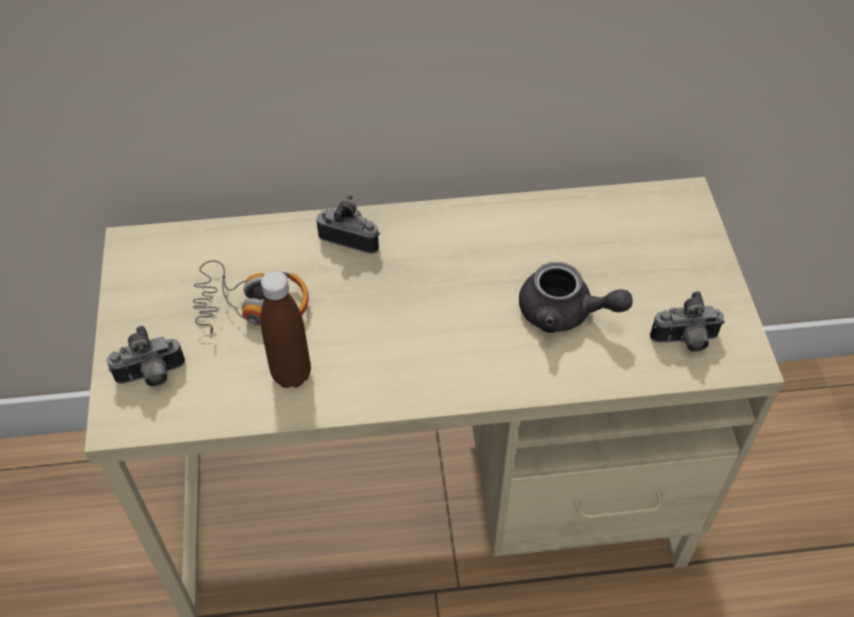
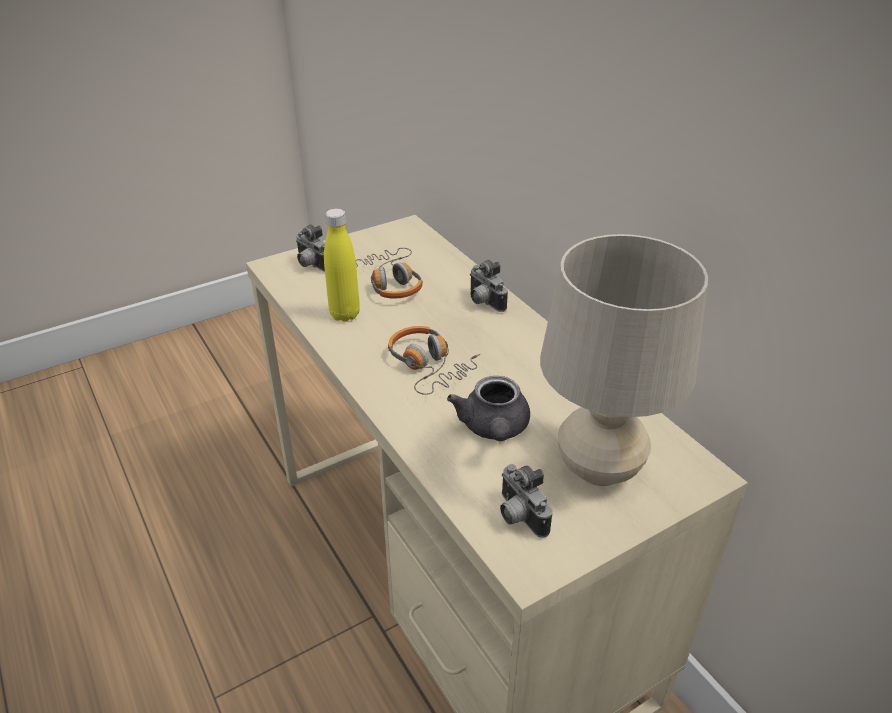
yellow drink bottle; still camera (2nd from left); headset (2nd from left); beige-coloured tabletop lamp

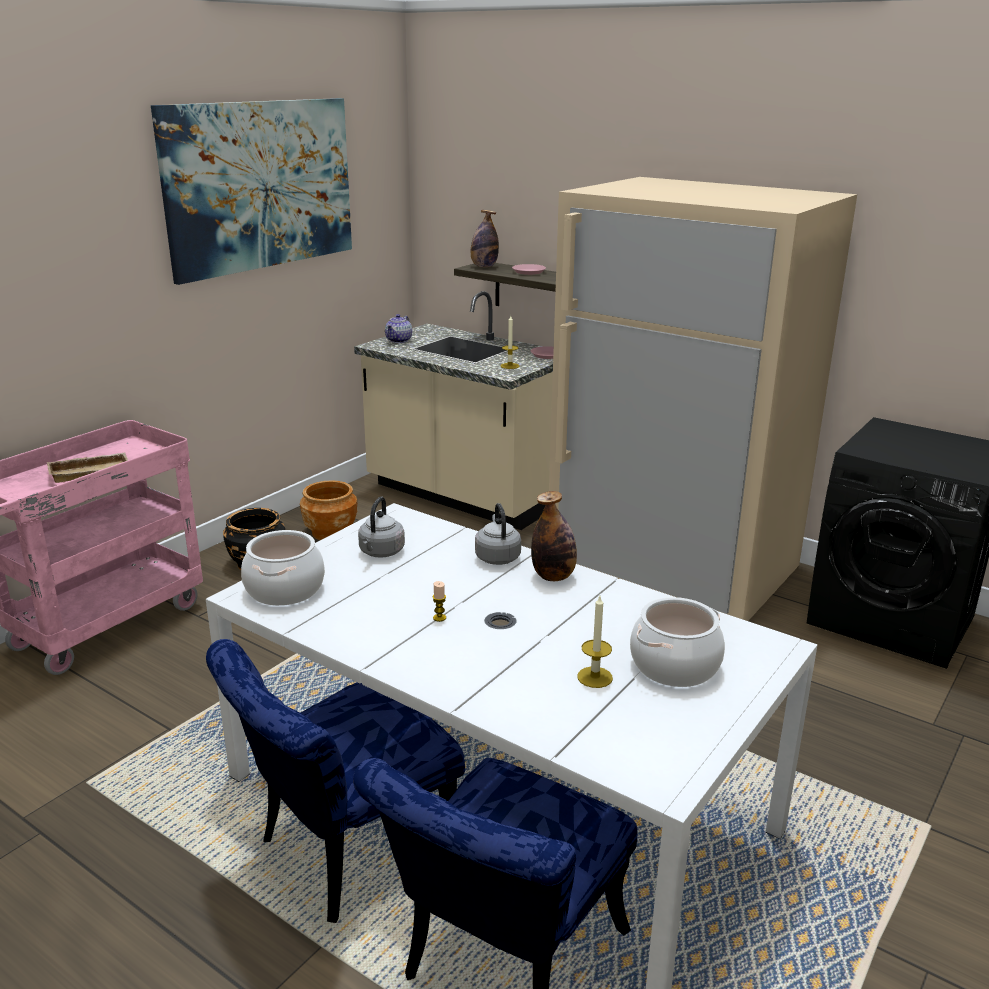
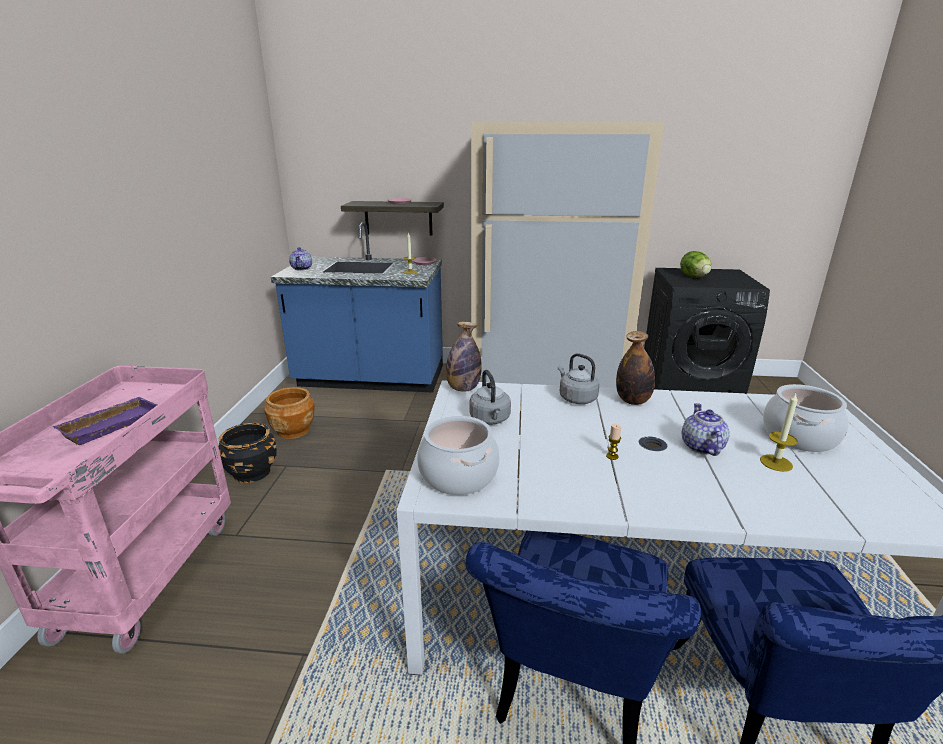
purplish tray; picture; blue kitchen counter; drink bottle (1st from left); head of lettuce; teapot (2nd from left)

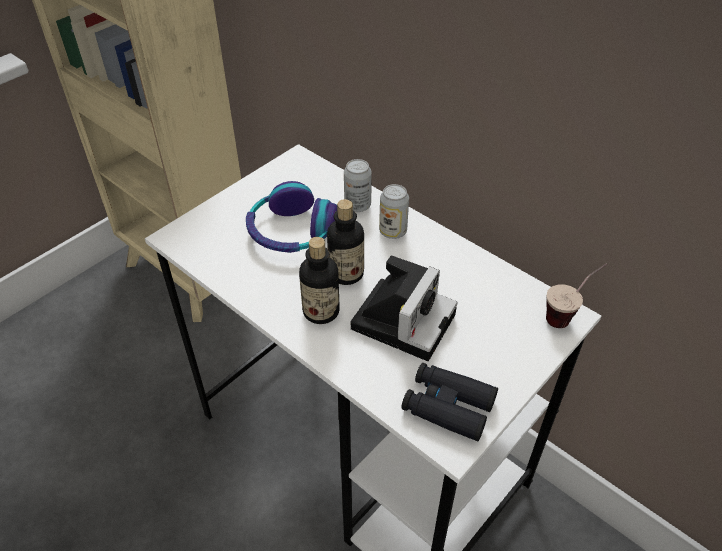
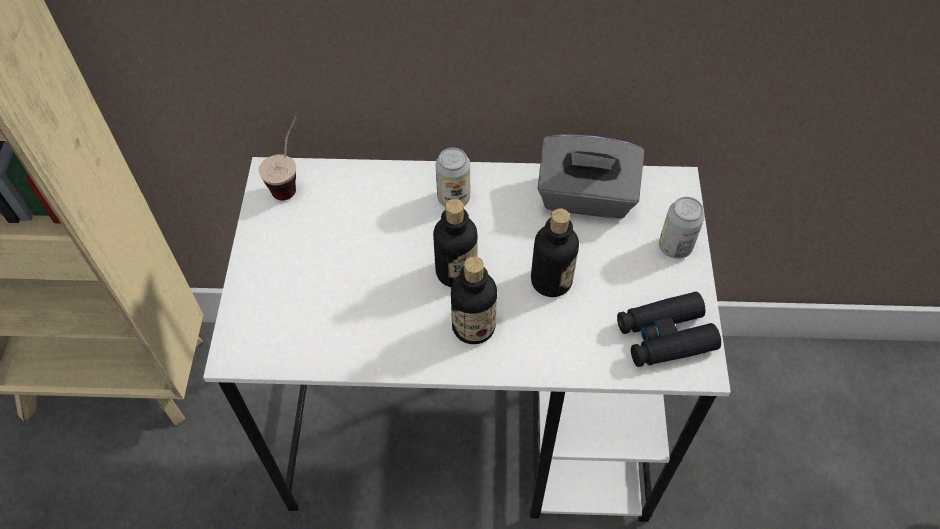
headset; can (2nd from left); drink bottle (3rd from left); small cup; grey tissue holder

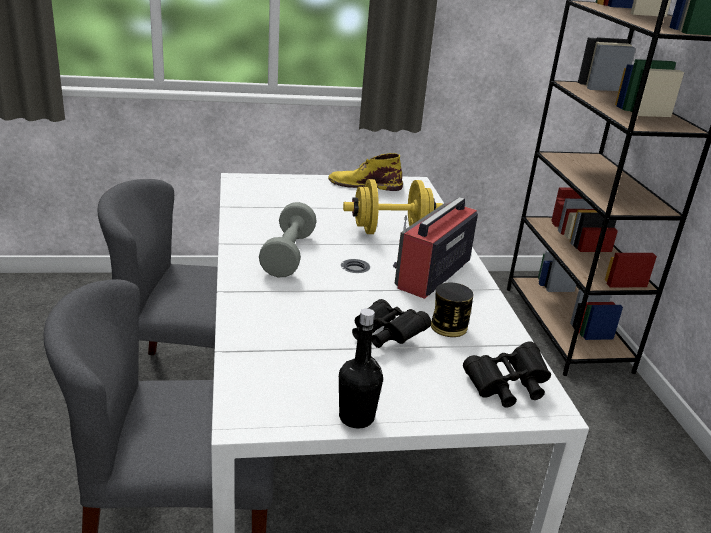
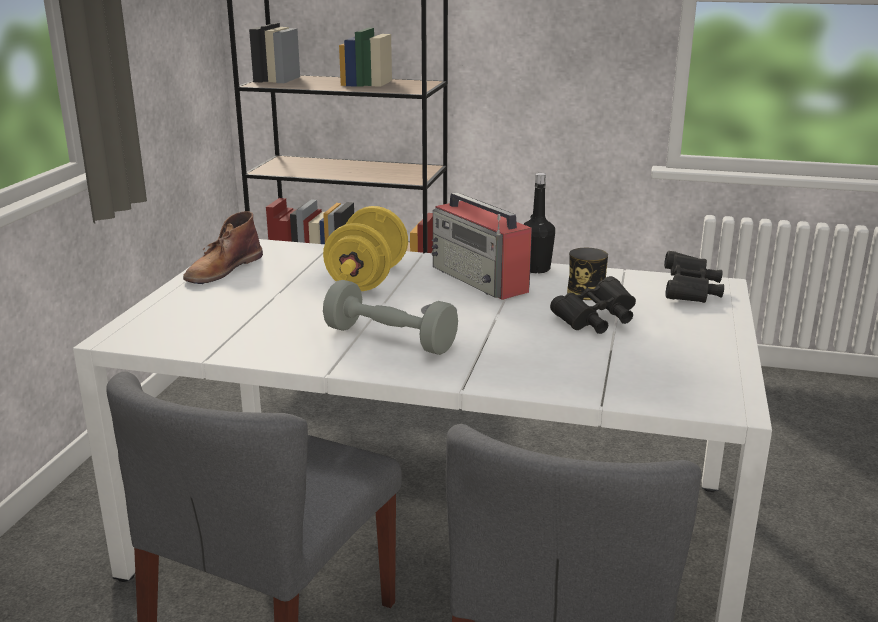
brownish boot; blackish drink bottle

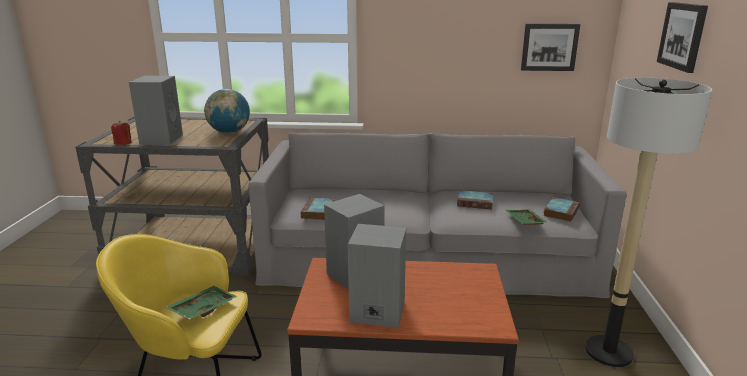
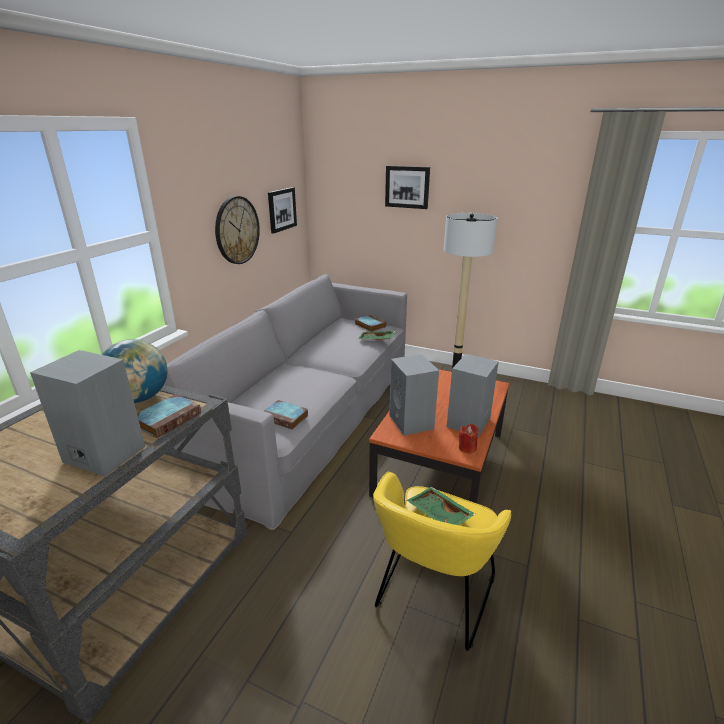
red wax candle; bound book (1st from left); hanging clock

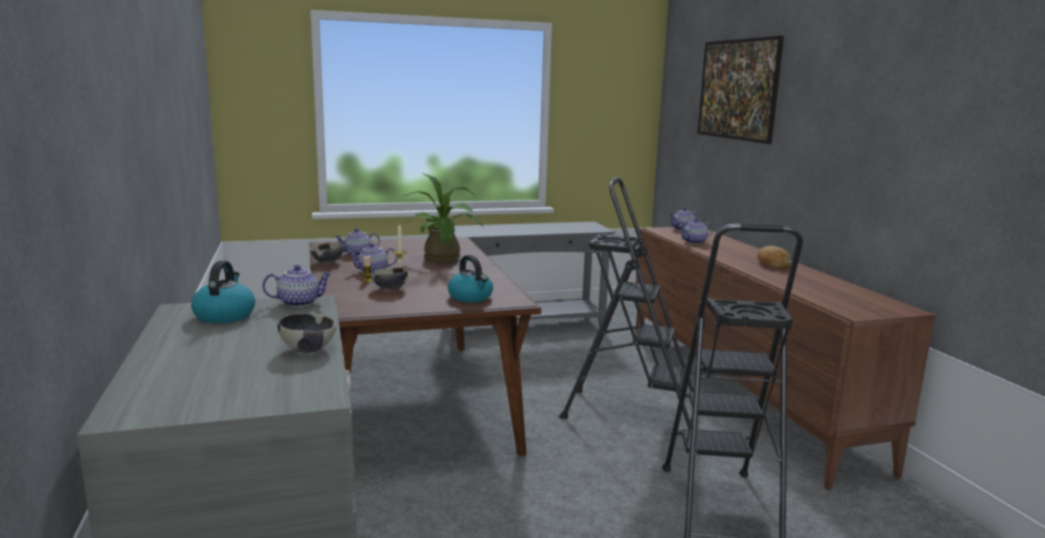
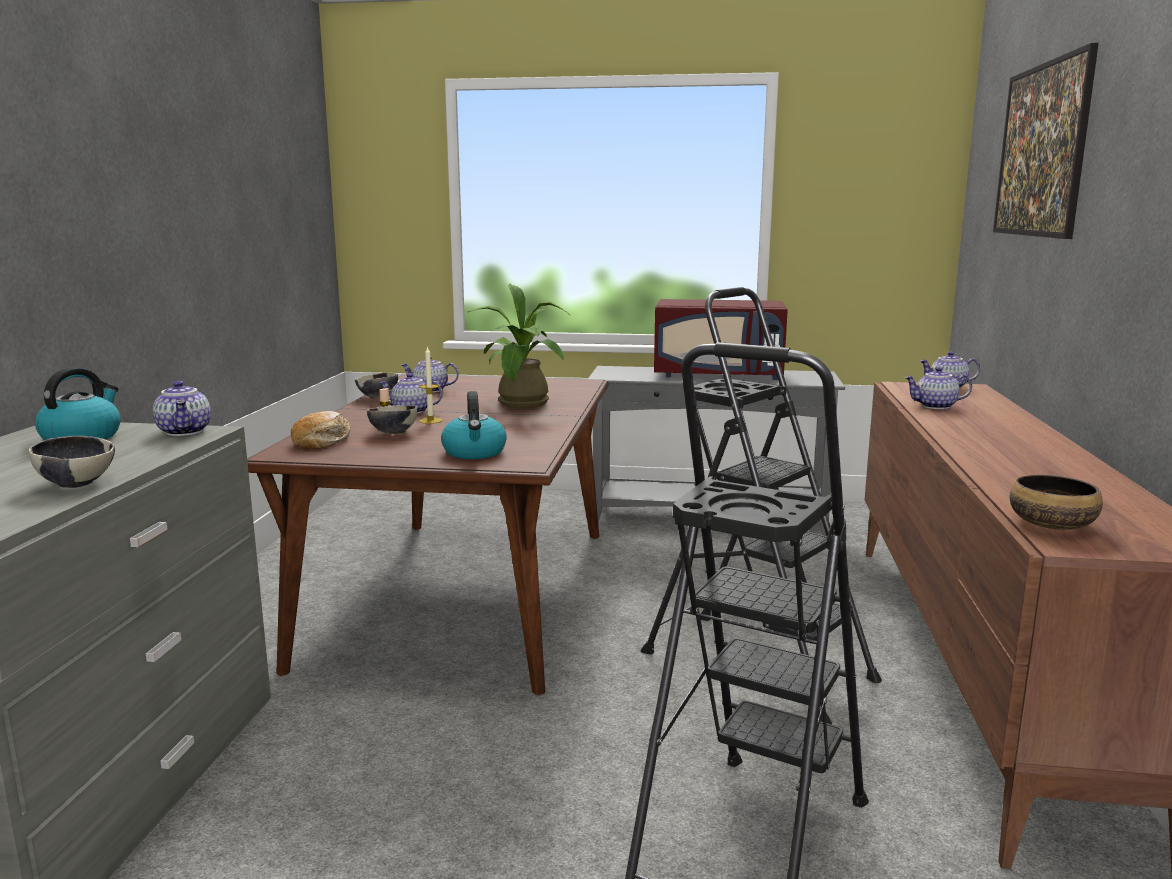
teapot (1st from left); baked bread; red kitchen microwave; serving bowl (4th from left)

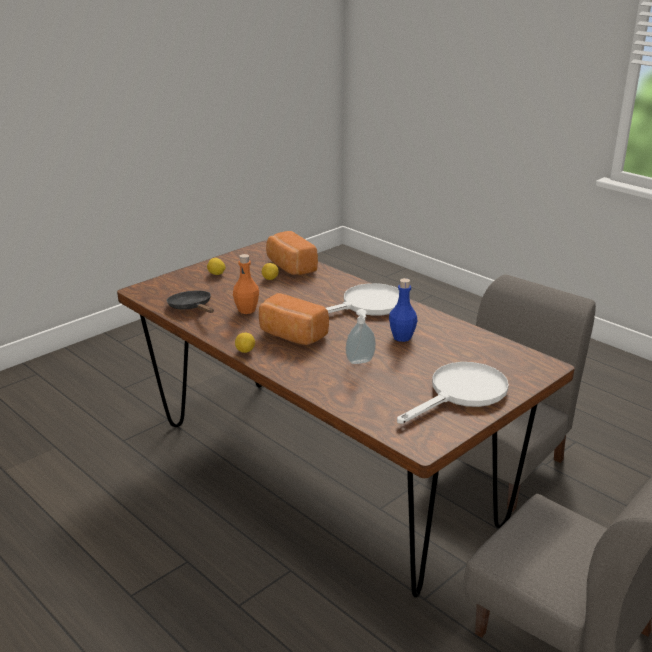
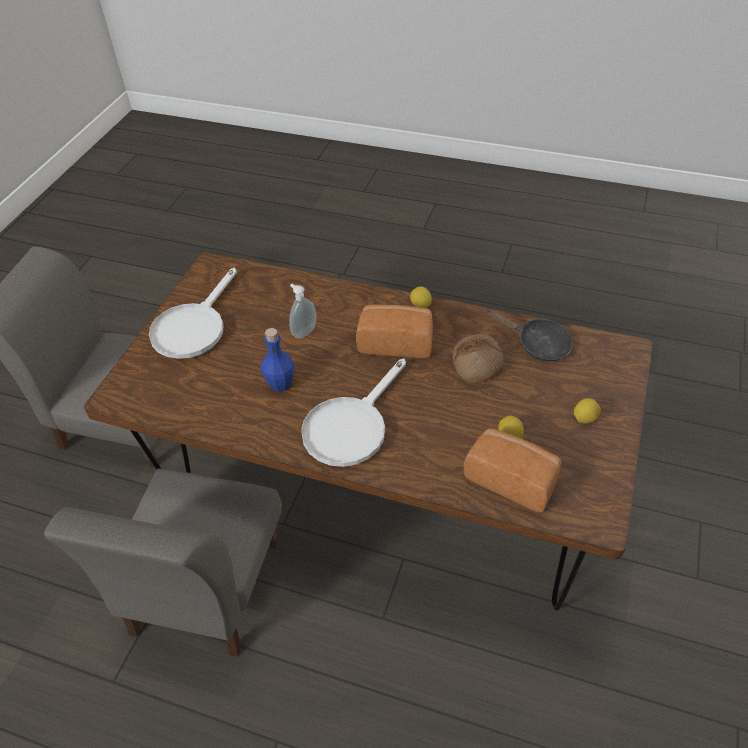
baked bread (2nd from left)

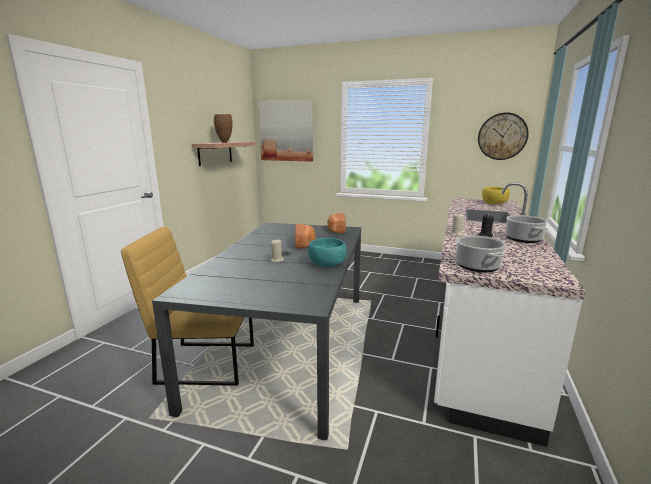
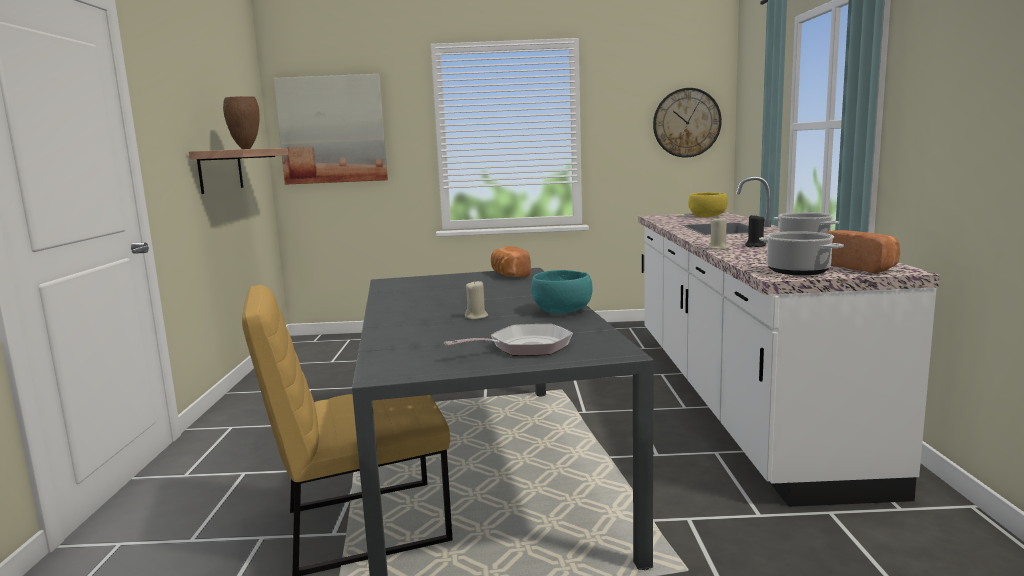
baked bread (2nd from left); pan

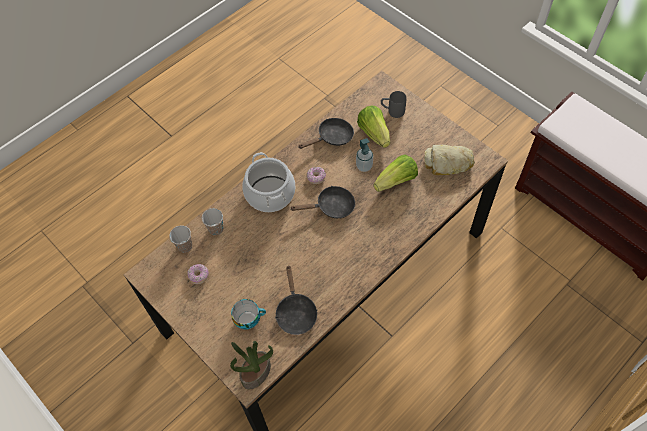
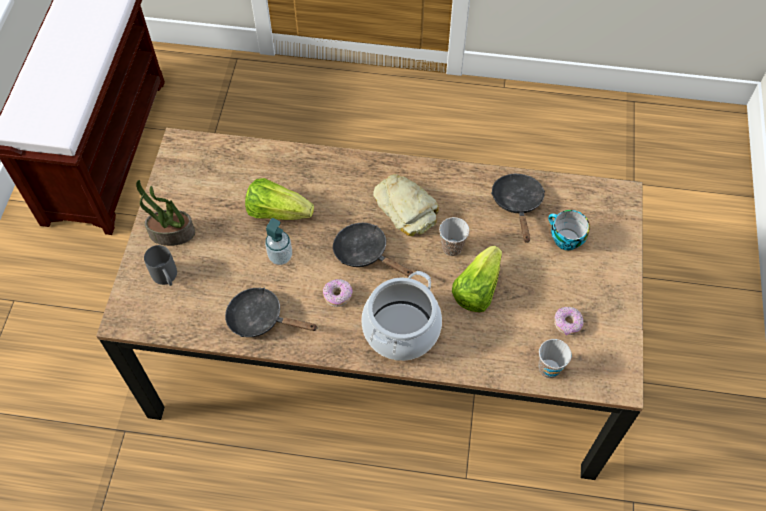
small cup (1st from left); houseplant; blackish pan (3rd from left); head of lettuce (2nd from left); baked bread

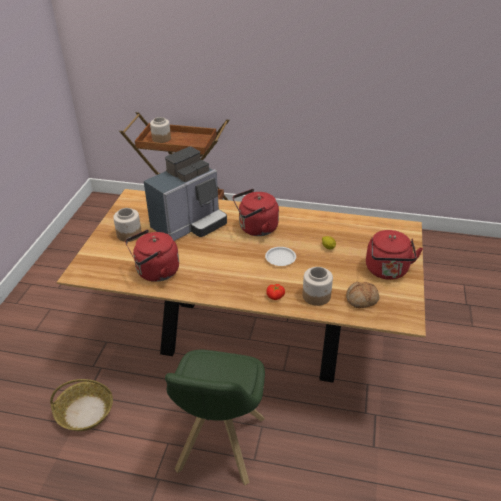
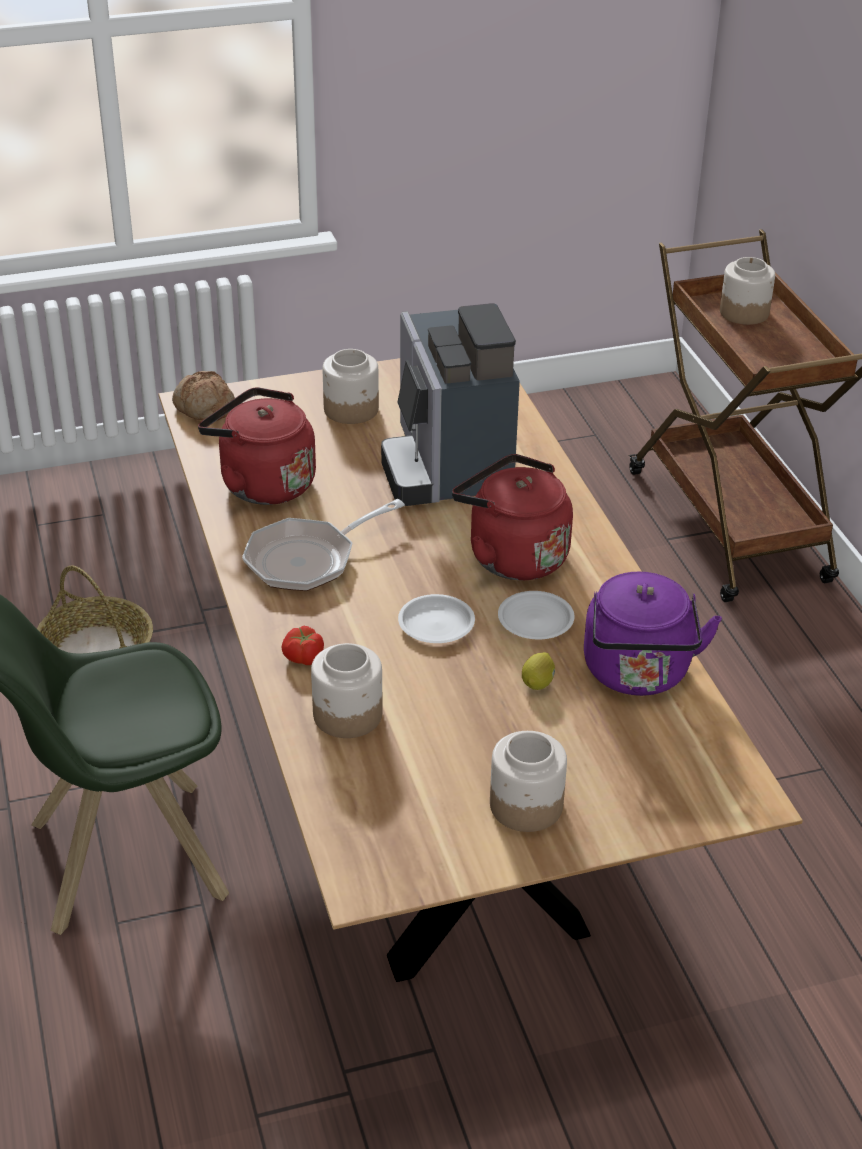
coffee brewer; baked bread; storage jar (3rd from left); pan; white-coloured dinner plate (2nd from left); purplish water kettle

